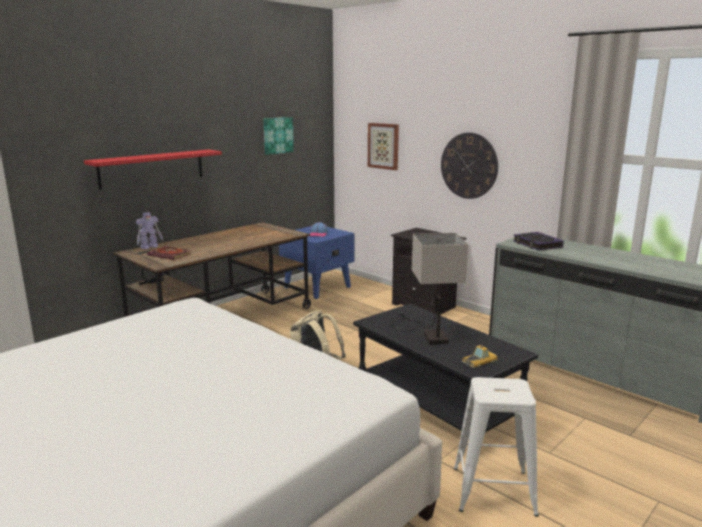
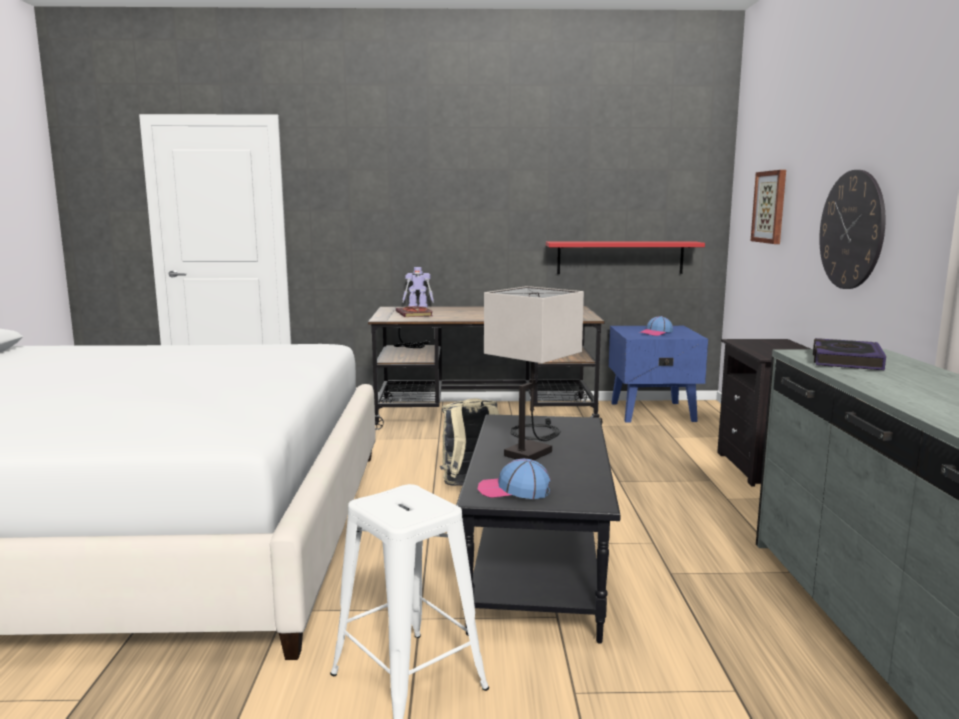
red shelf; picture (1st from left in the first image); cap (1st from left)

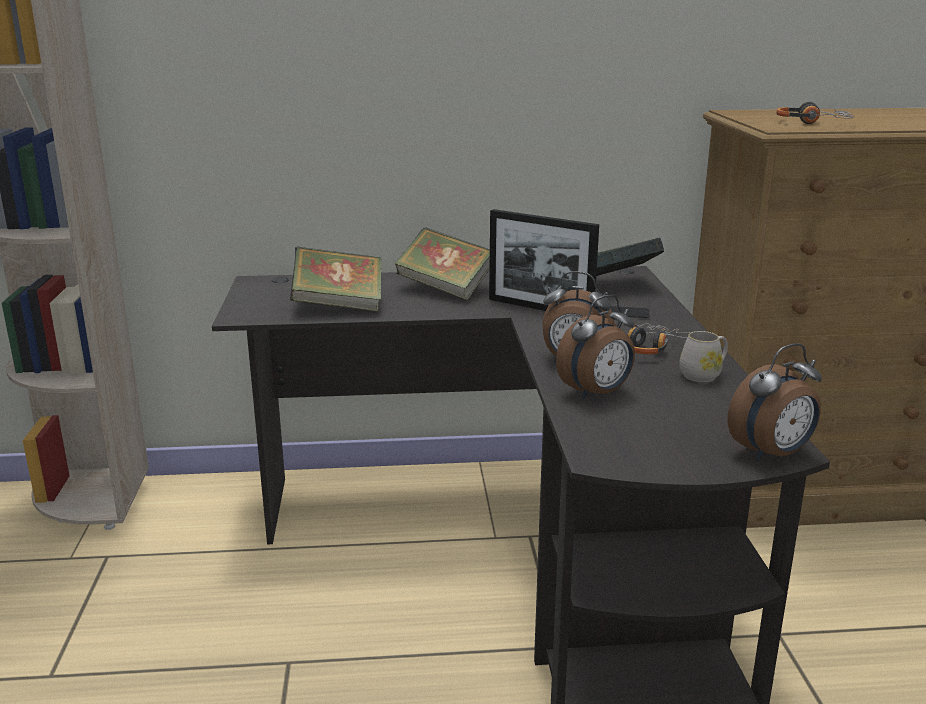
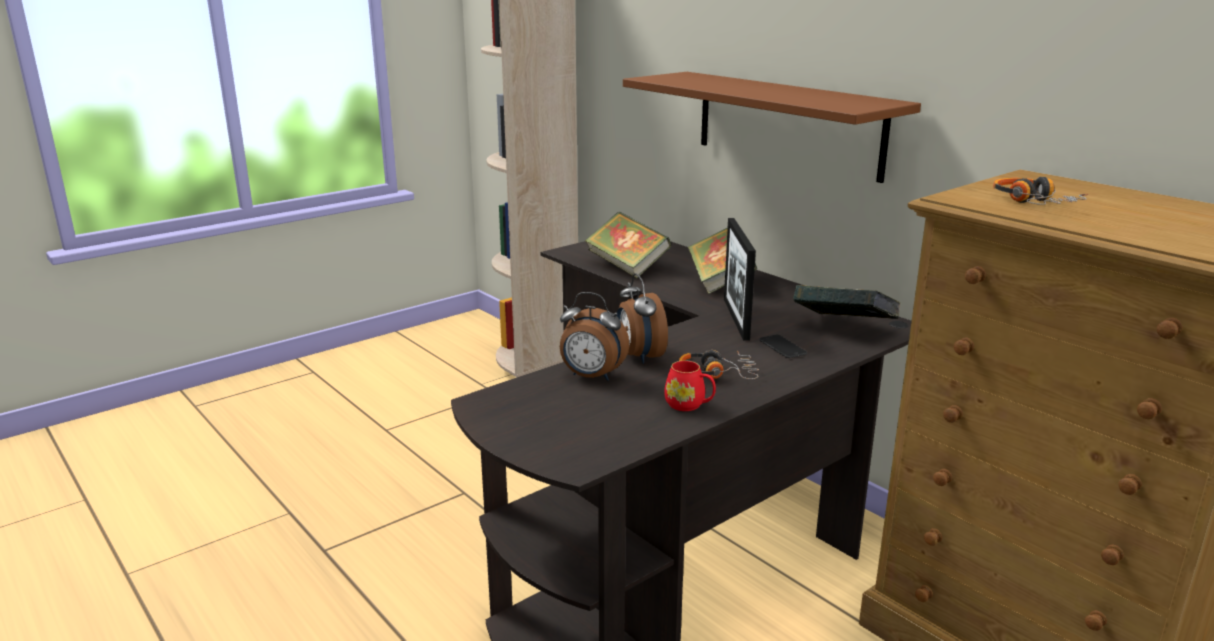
red mug; bedside clock (3rd from left in the first image); brownish shelf

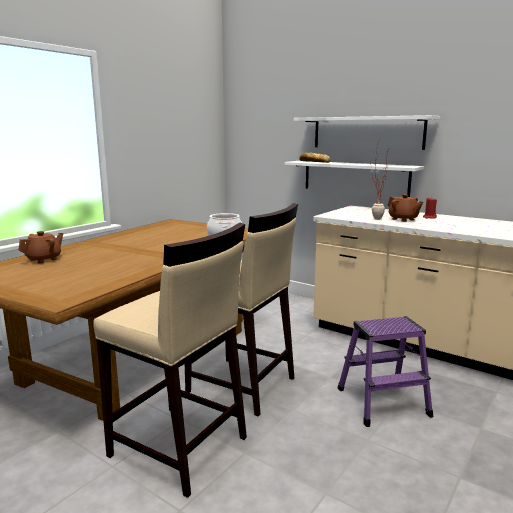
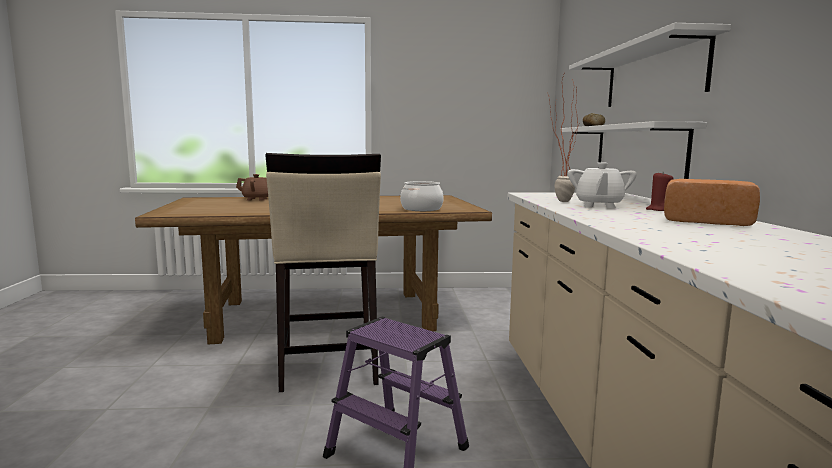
beige-coloured stool seat (1st from left in the first image); white-coloured teapot; baked bread (2nd from left)

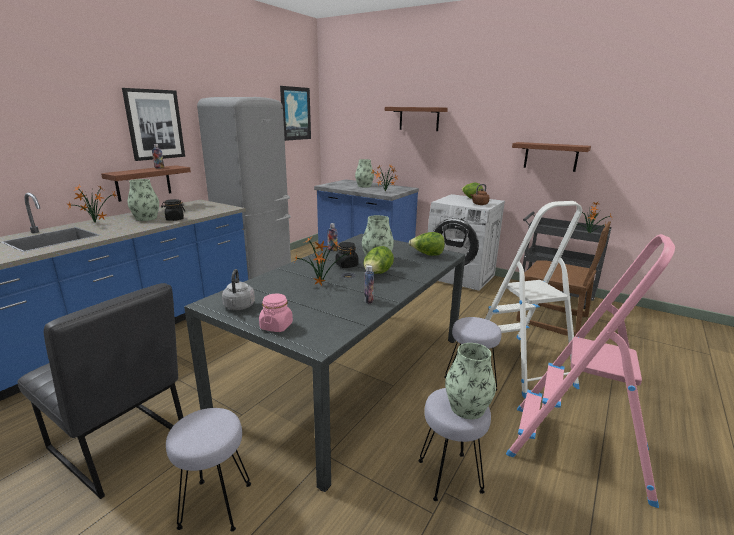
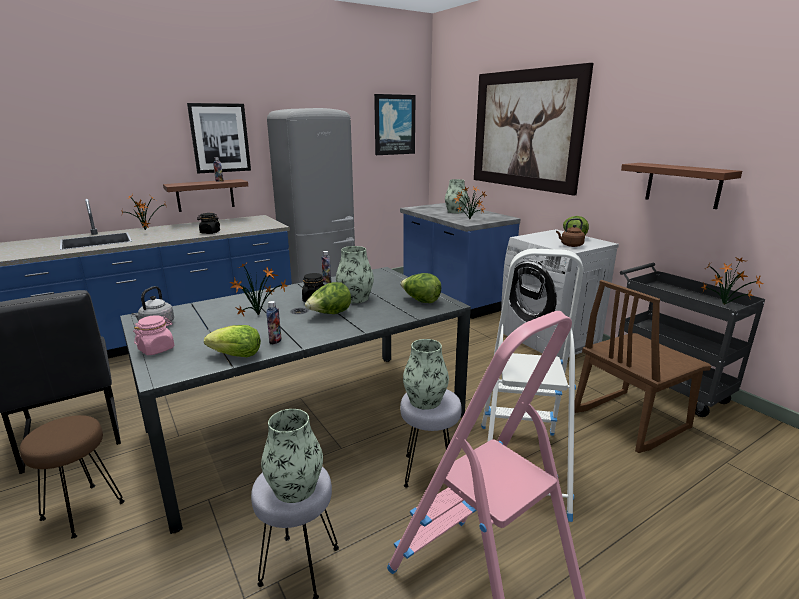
decorative vase (3rd from left); brownish stool seat; picture (3rd from left); brownish chair; head of lettuce (1st from left)

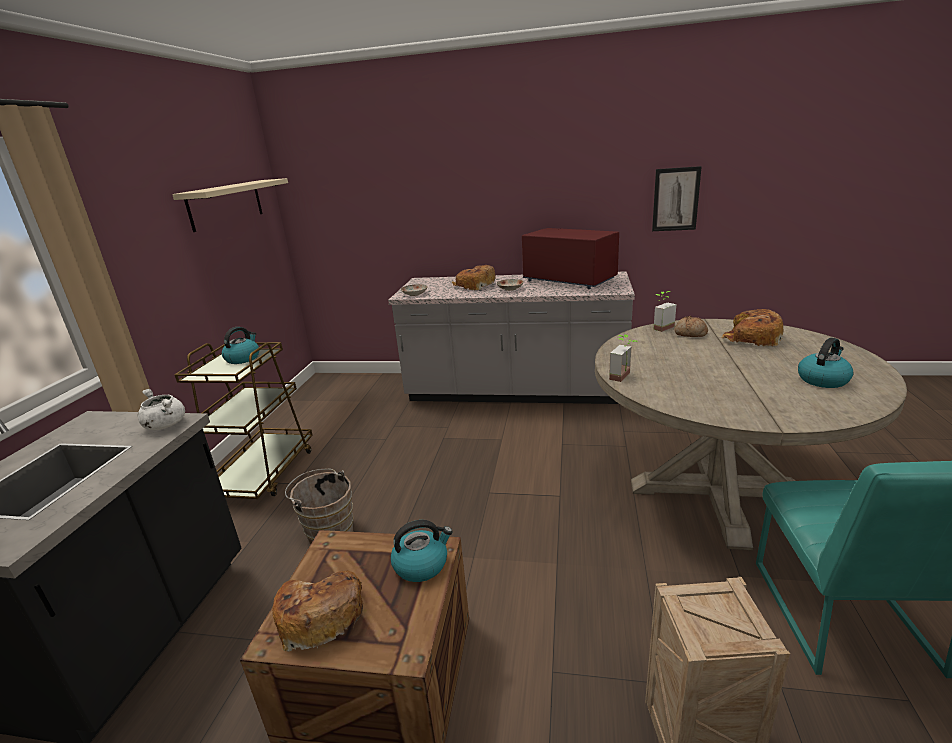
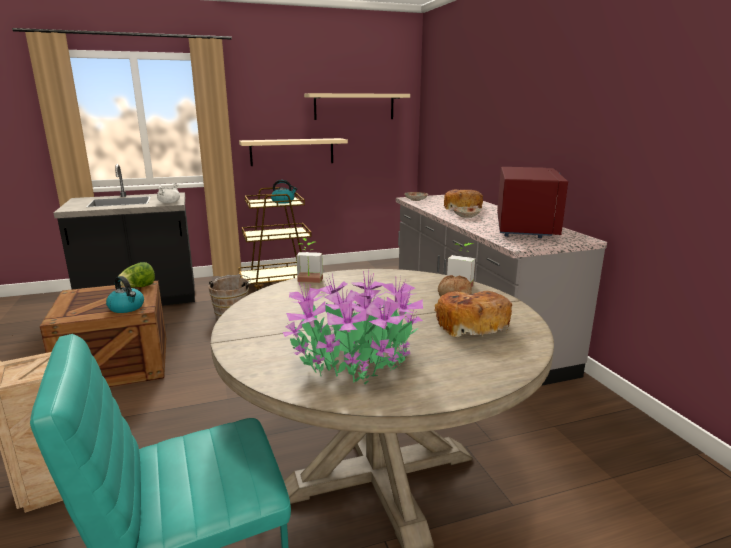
baked bread (1st from left in the first image); picture; houseplant (2nd from left); head of lettuce; beige-coloured shelf (1st from left)

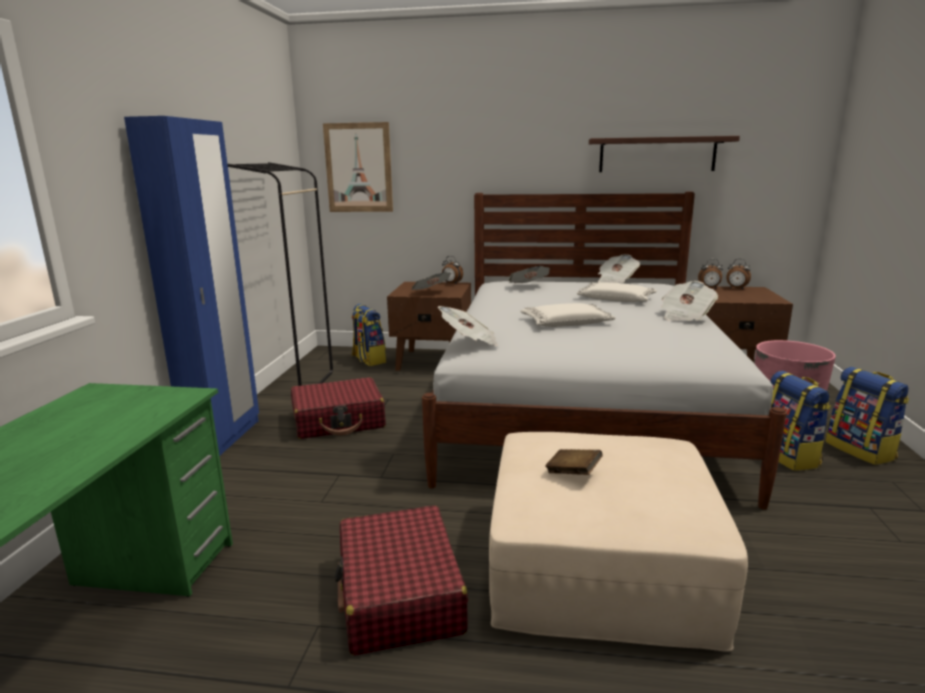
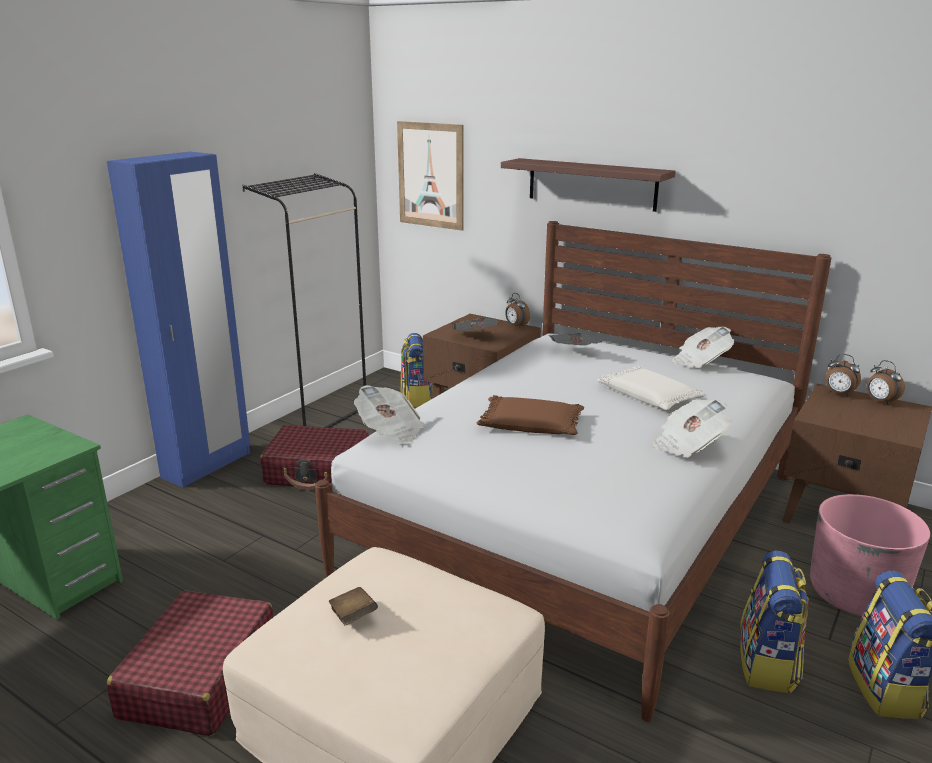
brownish pillow; shelf

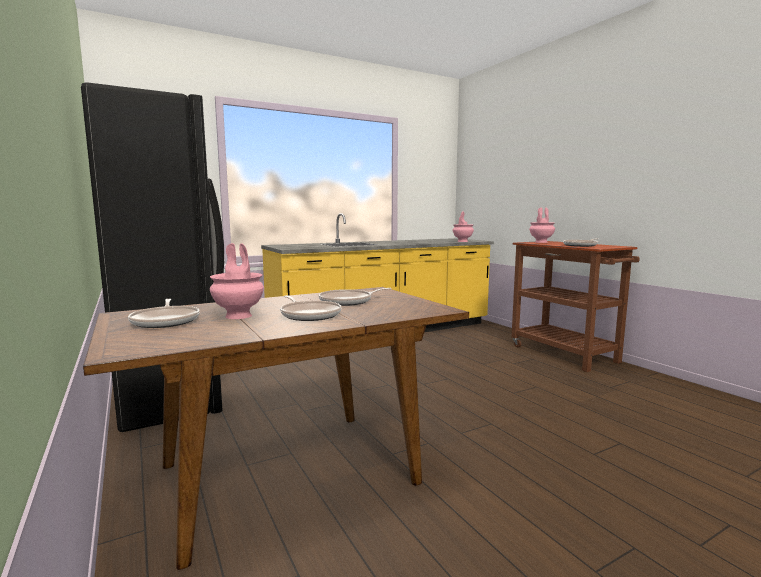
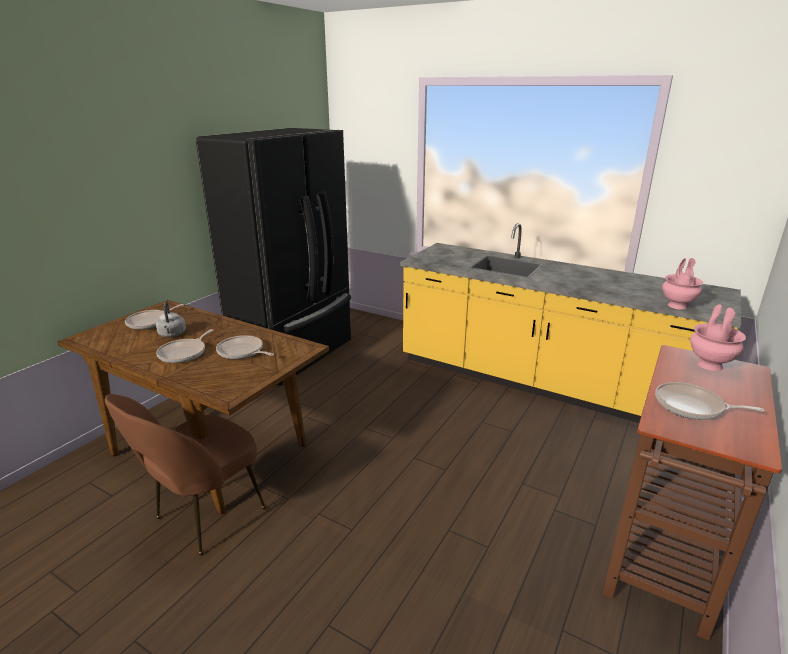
grey water kettle; brownish chair

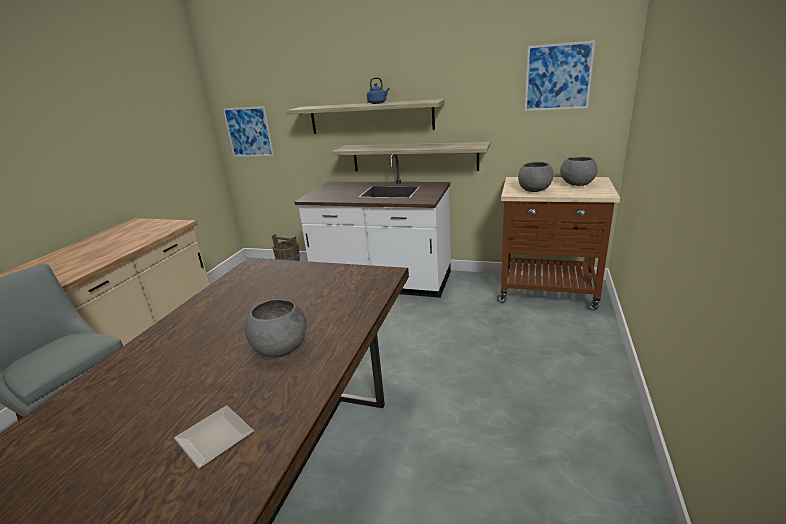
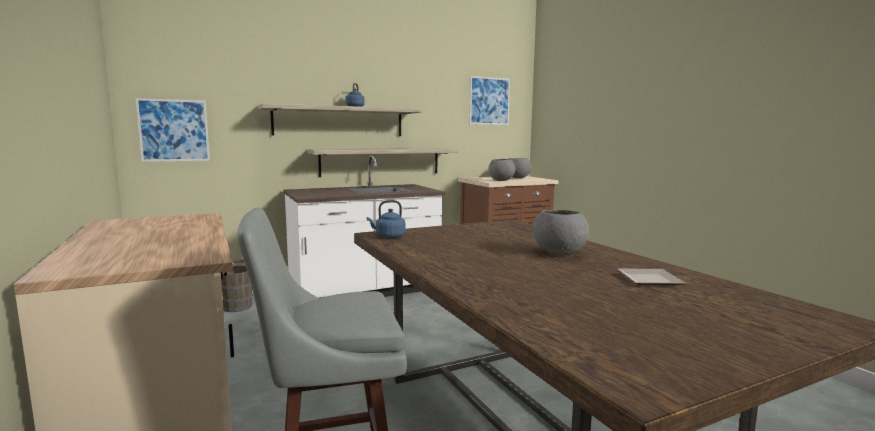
blue water kettle (2nd from left)

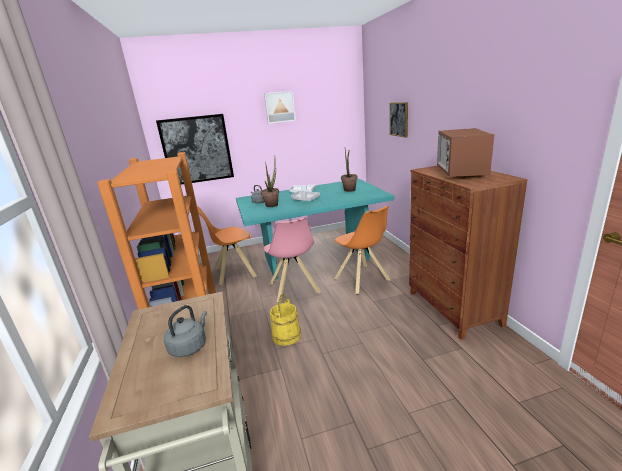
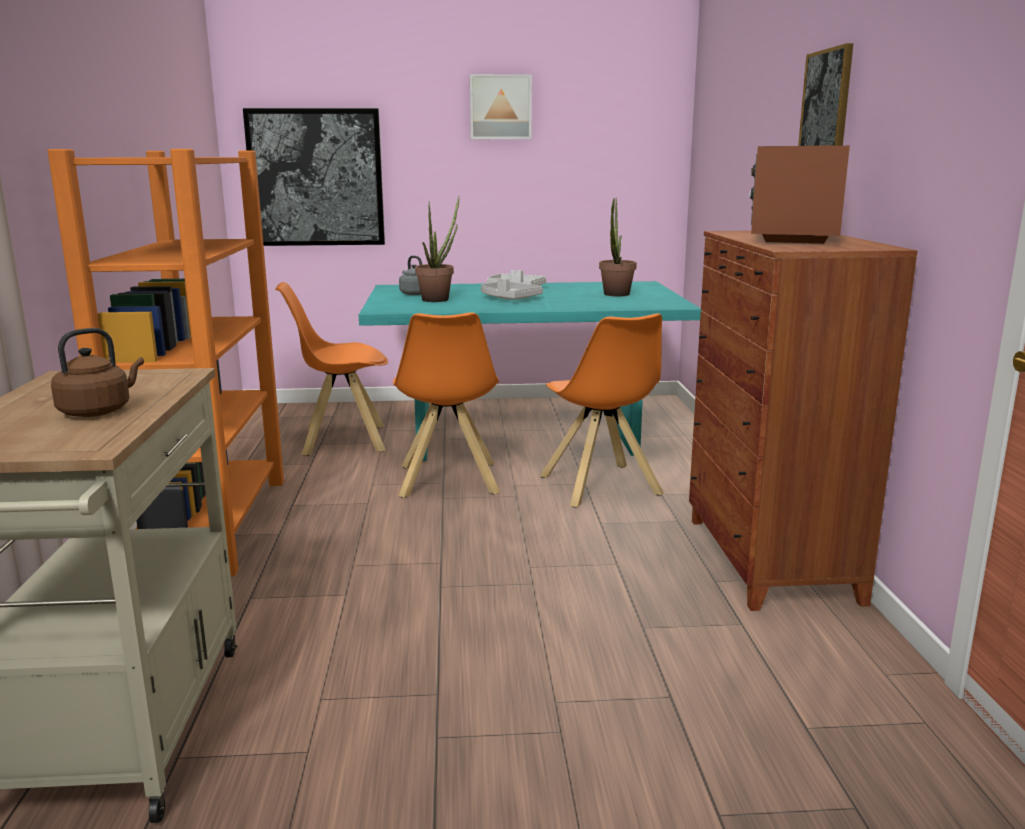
brownish water kettle; orangey chair (2nd from left); yellow pail; picture (3rd from left)

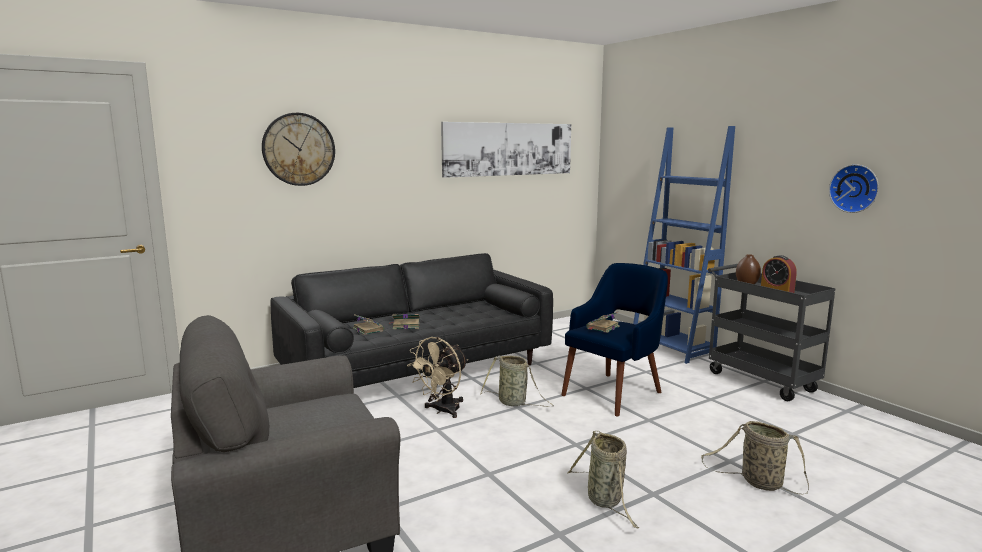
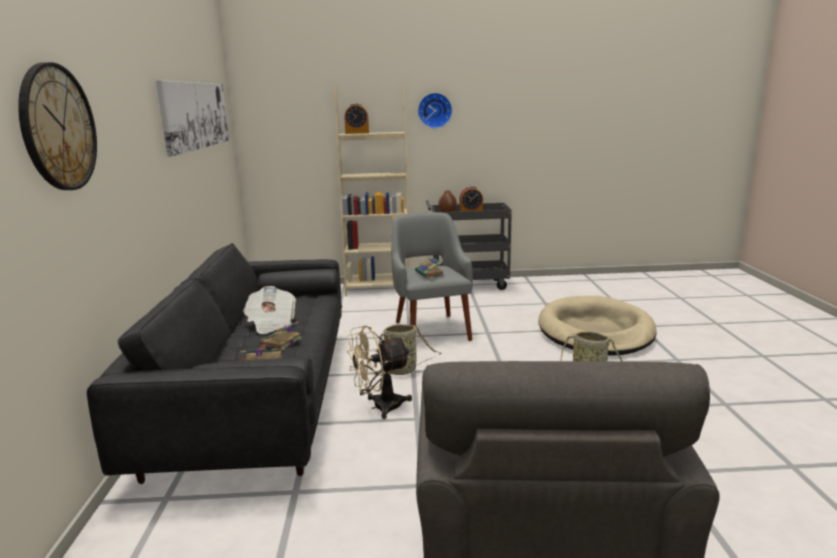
beige-coloured fan; grey lounge chair (1st from left); beige-coloured bookshelf; beige-coloured dog bed; hanging clock (2nd from left); newspaper; bedside clock (1st from left)

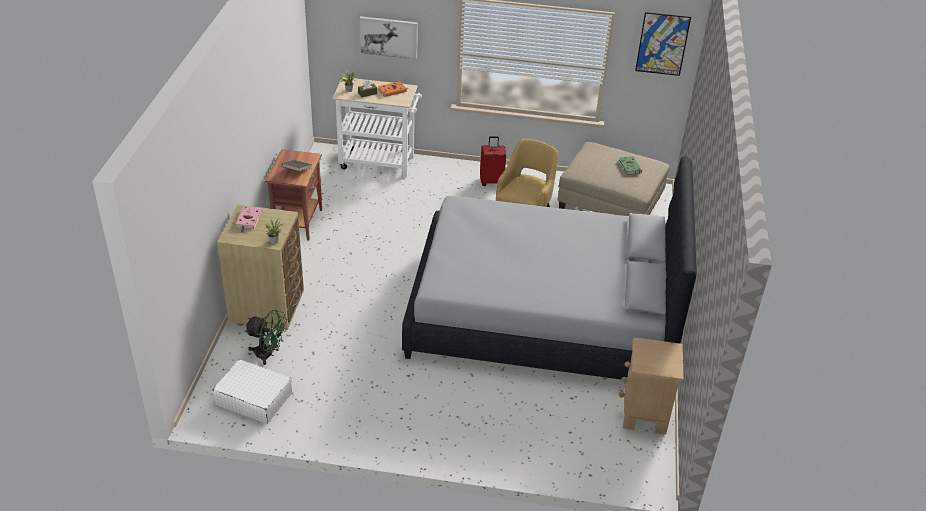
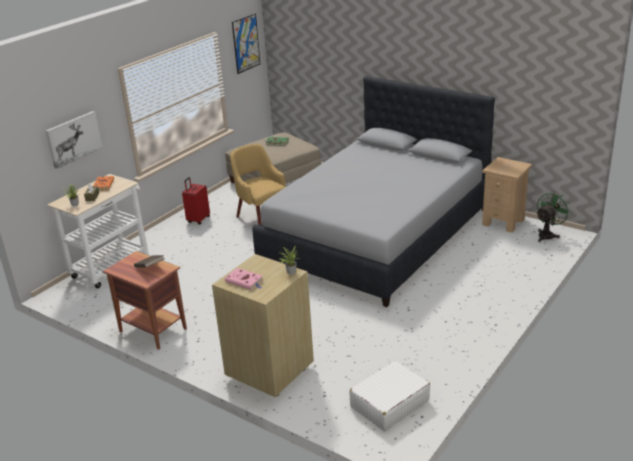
green fan

